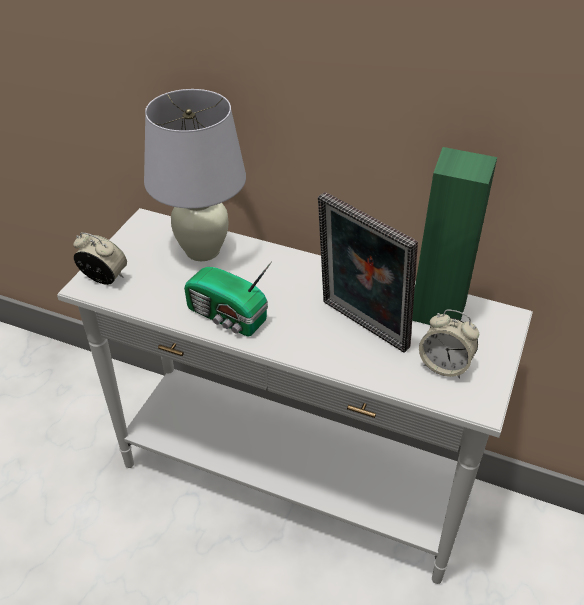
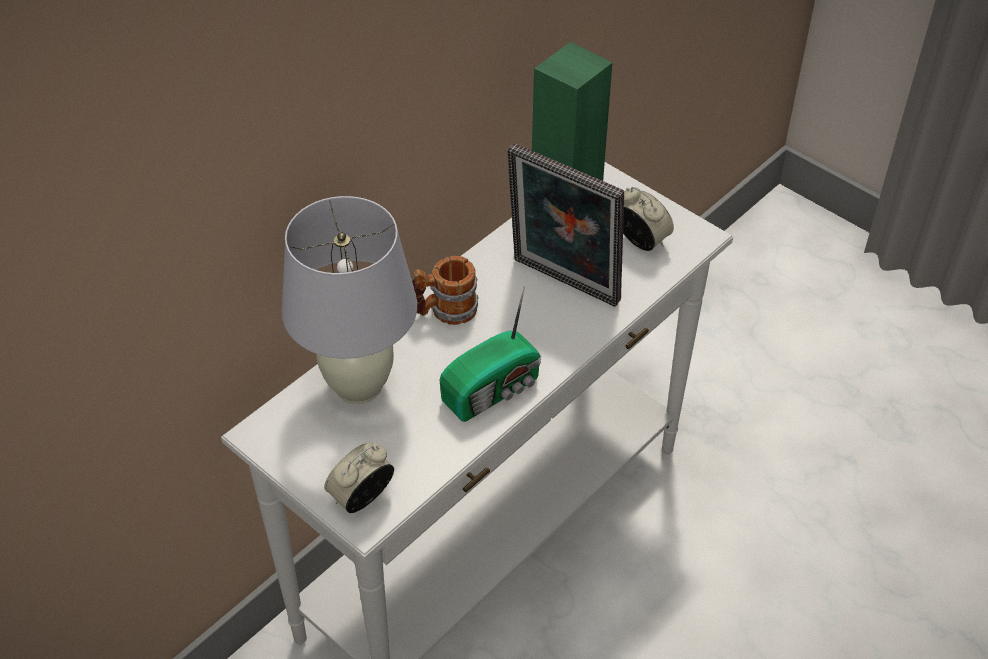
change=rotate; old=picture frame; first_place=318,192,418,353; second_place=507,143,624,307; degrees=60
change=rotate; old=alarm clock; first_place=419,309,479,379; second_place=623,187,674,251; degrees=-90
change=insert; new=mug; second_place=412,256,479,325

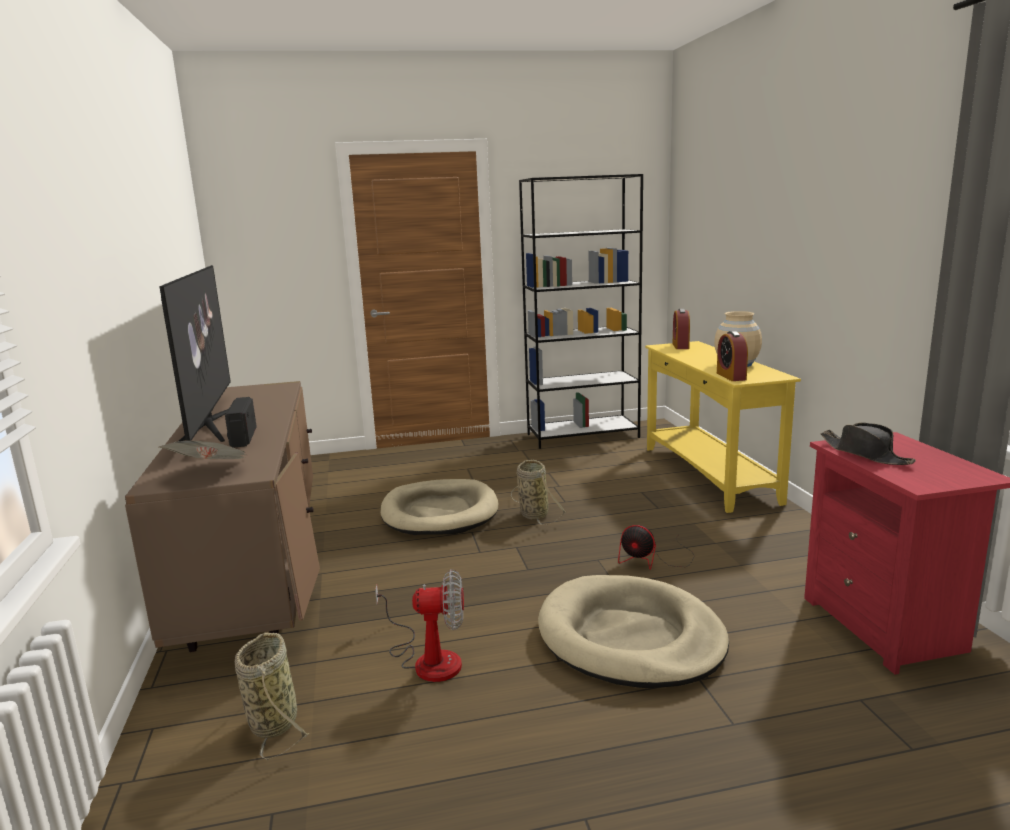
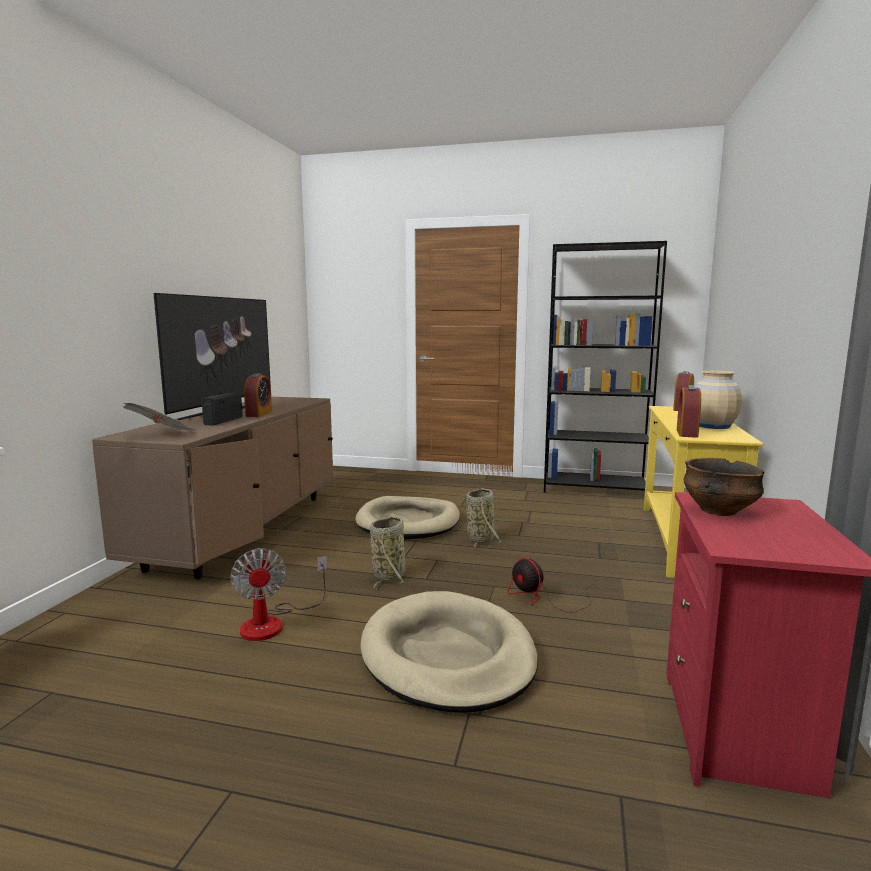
change=move; old=basket; first_place=235,633,309,760; second_place=370,516,406,590
change=rotate; old=fan; first_place=375,569,464,682; second_place=230,548,327,641; degrees=45
change=recolor; old=bookcase in white; new=bookcase in black; first_place=519,174,643,449; second_place=544,241,667,492
change=replace; old=hat in black; new=bowl; first_place=820,423,916,465; second_place=684,458,764,516
change=insert; new=alarm clock; second_place=244,373,272,417

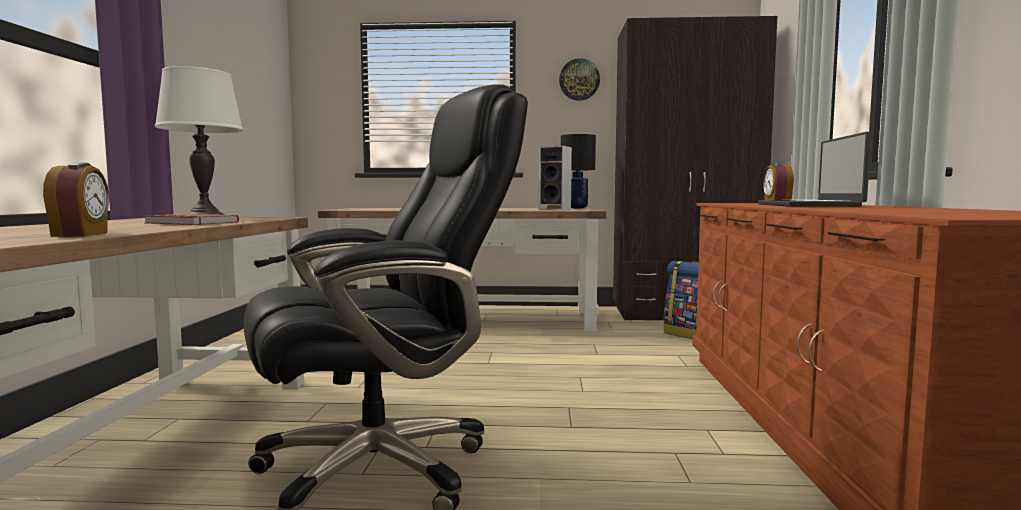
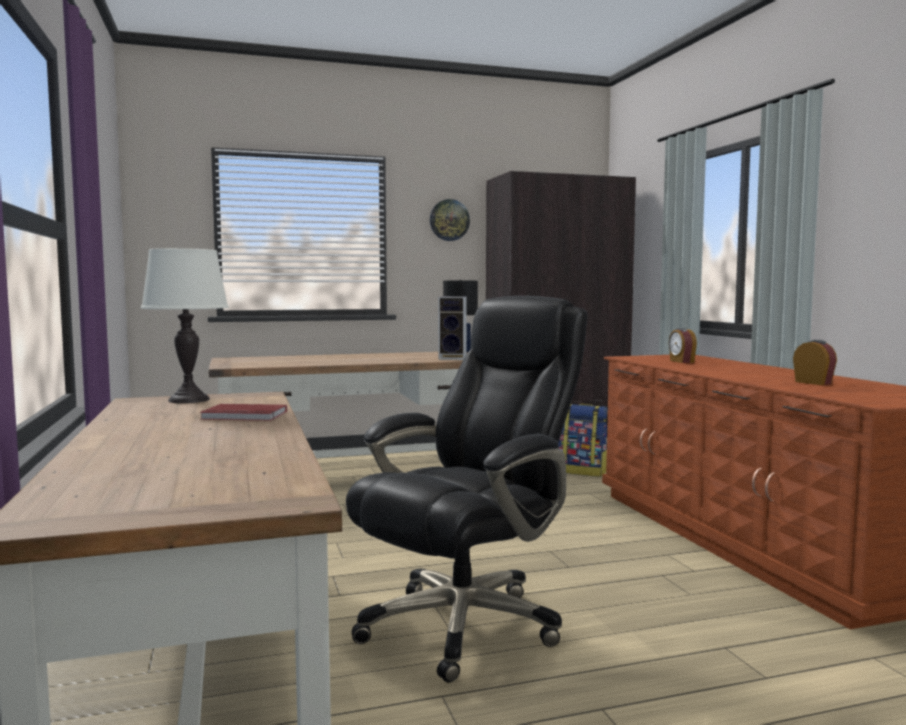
change=move; old=alarm clock; first_place=43,162,109,237; second_place=793,340,837,385
change=delete; old=laptop; first_place=758,132,871,207

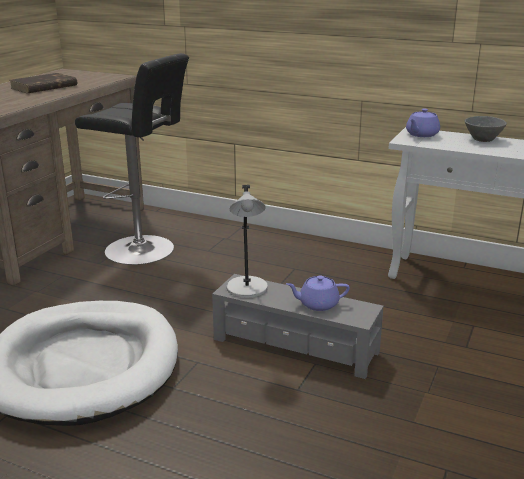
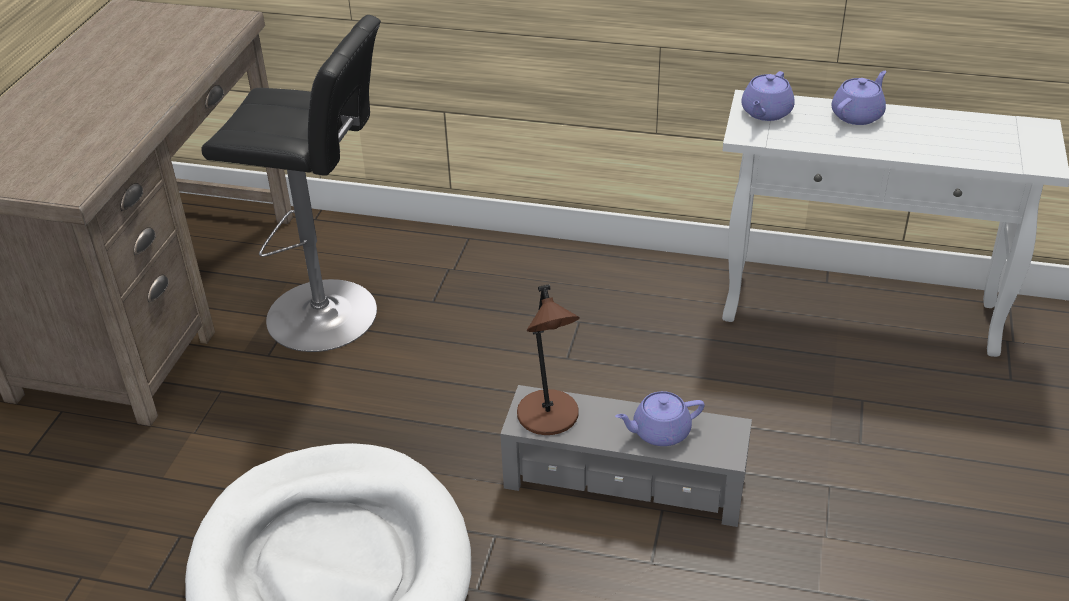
change=delete; old=book in brown; first_place=10,73,77,93
change=recolor; old=table lamp in grey; new=table lamp in brown; first_place=226,185,268,298; second_place=517,284,580,435
change=replace; old=bowl in grey; new=teapot in purple; first_place=465,116,507,142; second_place=832,71,886,125

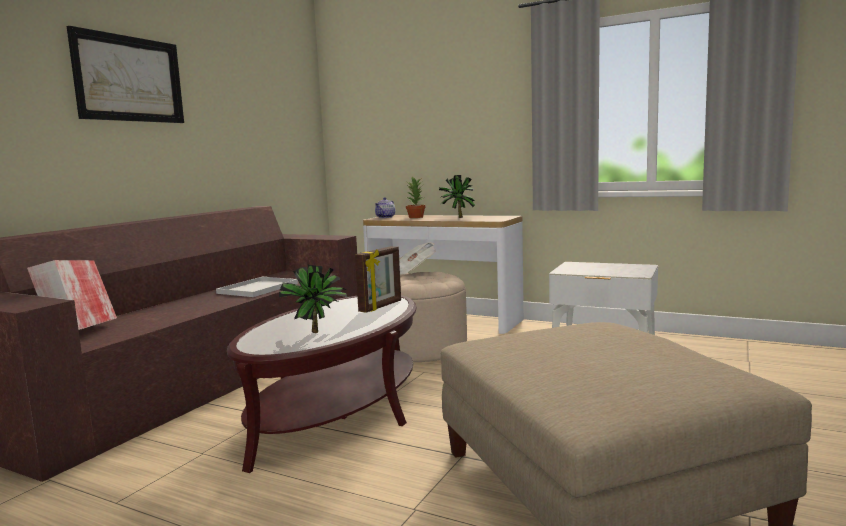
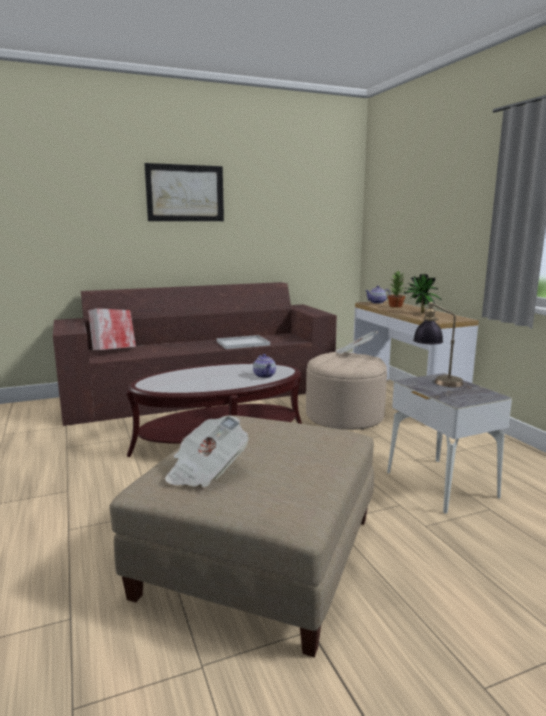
change=delete; old=potted plant; first_place=279,265,347,333
change=replace; old=picture frame; new=teapot; first_place=355,246,401,313; second_place=253,354,276,378
change=insert; new=newspaper; second_place=165,416,248,487
change=insert; new=table lamp; second_place=413,302,464,387

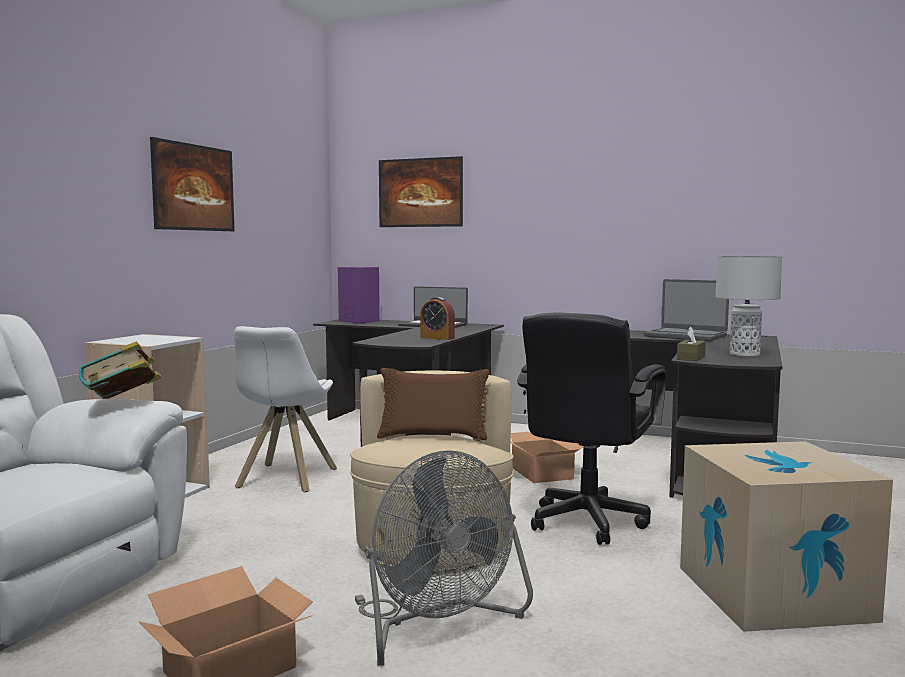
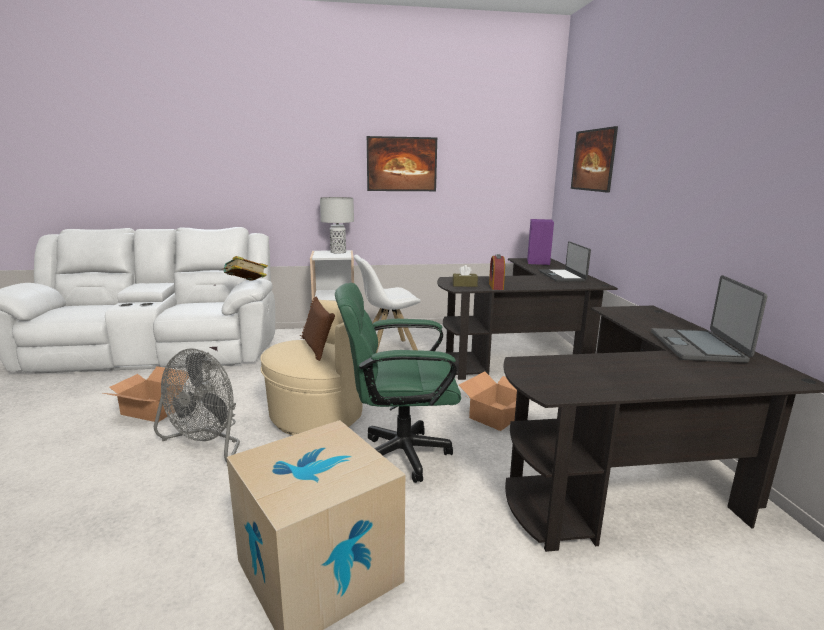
change=recolor; old=office chair in black; new=office chair in green; first_place=517,312,666,545; second_place=335,283,461,483
change=move; old=tissue box in brown; first_place=677,327,706,361; second_place=453,265,478,287
change=move; old=table lamp in white; first_place=715,256,782,356; second_place=320,197,354,254

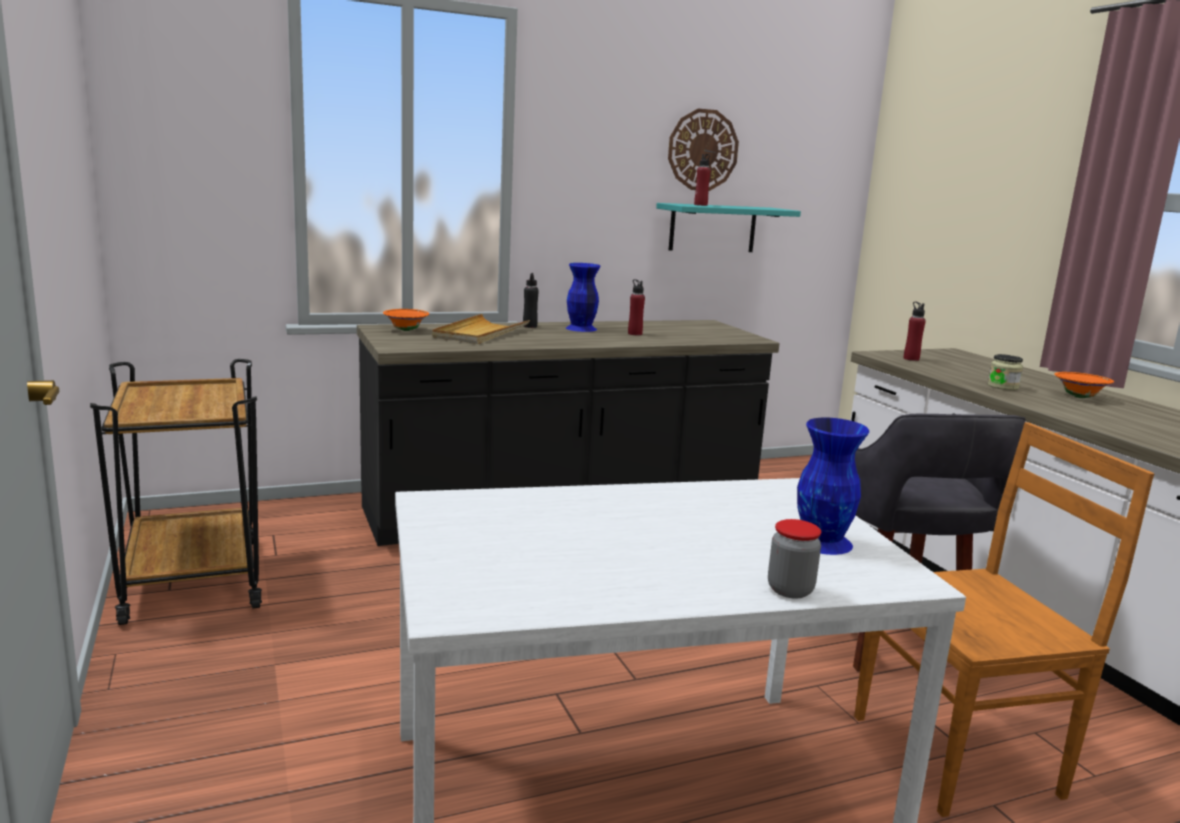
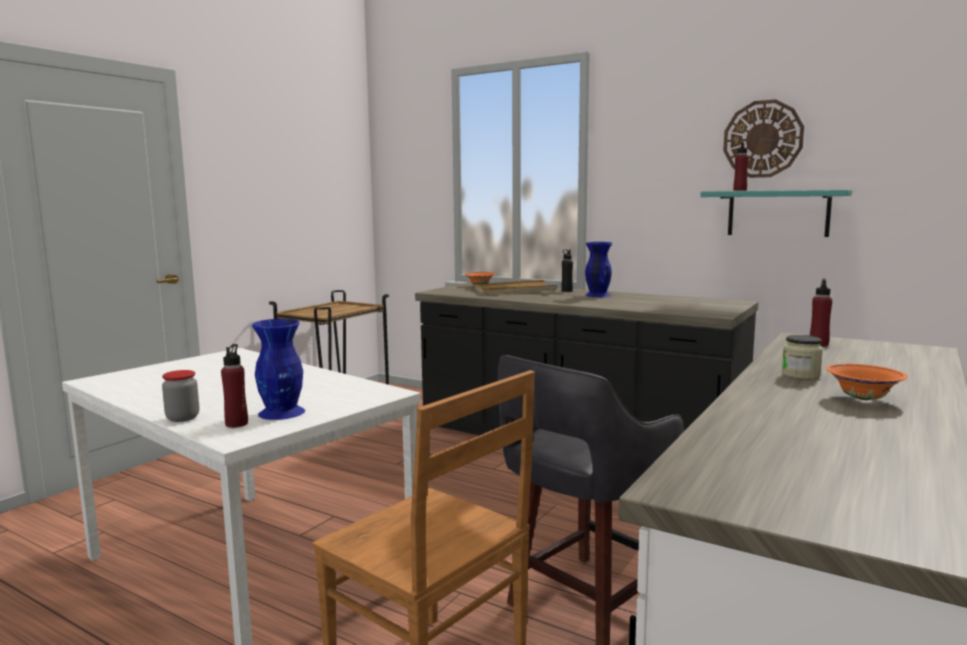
change=move; old=bottle in red; first_place=628,279,645,335; second_place=221,344,248,428

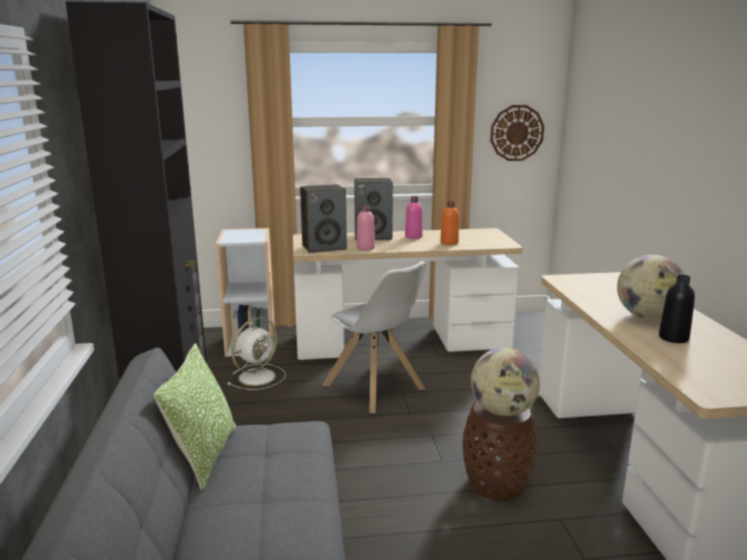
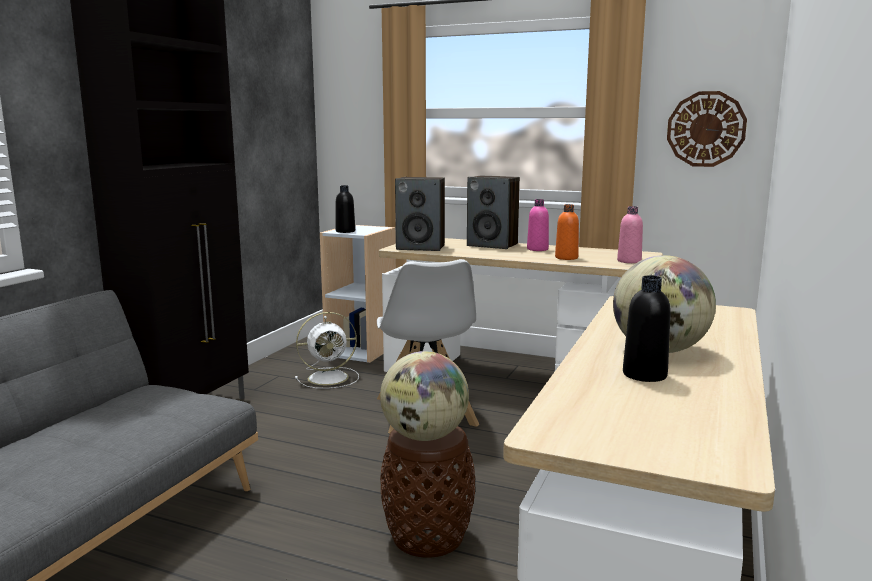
change=delete; old=pillow; first_place=153,343,236,490
change=move; old=bottle in pink; first_place=356,205,375,250; second_place=617,206,643,263
change=insert; new=bottle in black; second_place=336,185,355,233

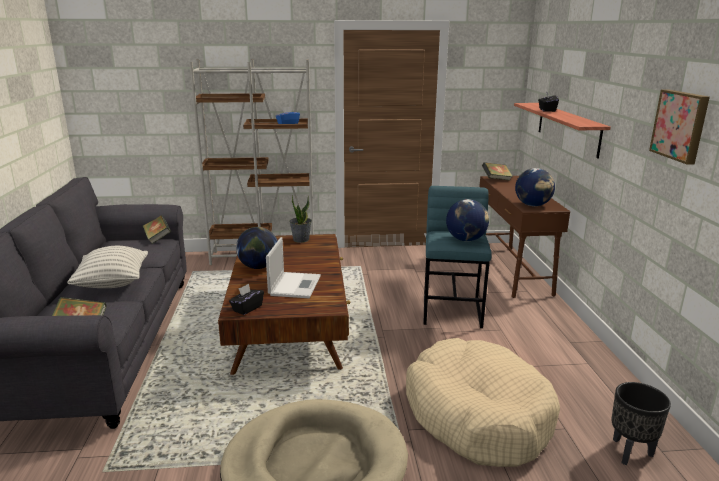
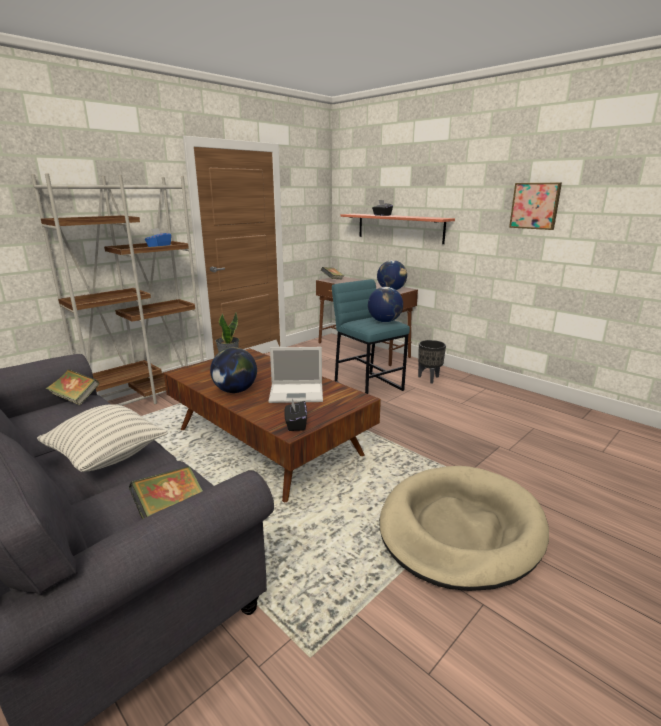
change=rotate; old=laptop; first_place=266,237,321,298; second_place=268,347,323,403; degrees=120
change=delete; old=dog bed in beige; first_place=406,338,560,467
change=move; old=planter in black; first_place=612,382,671,466; second_place=418,340,446,383

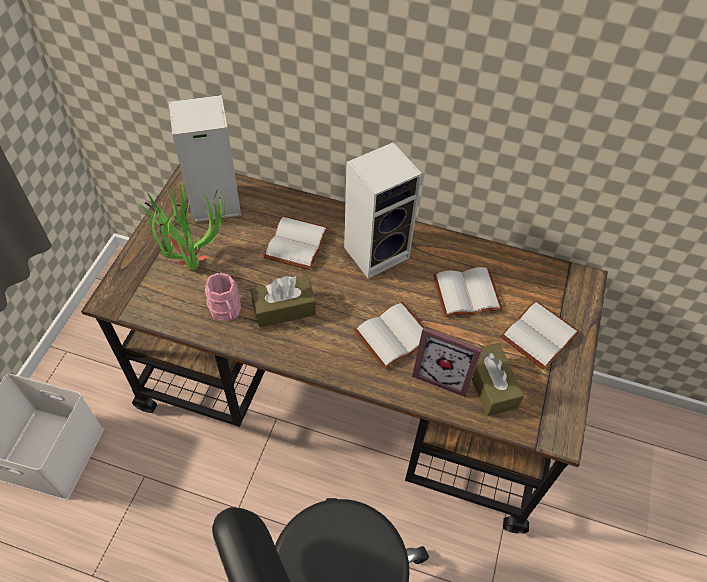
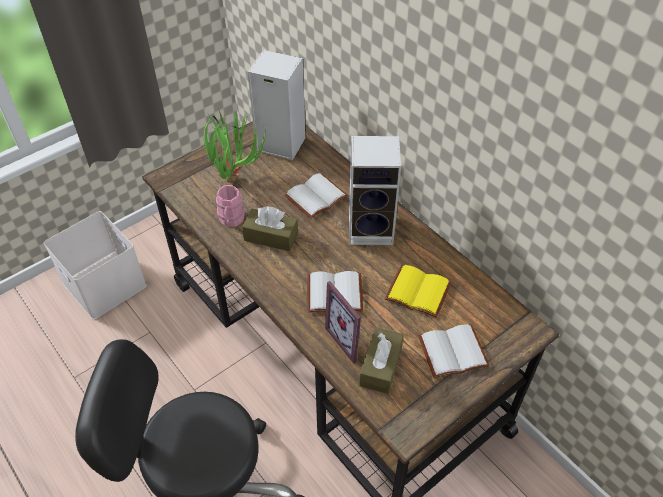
change=recolor; old=book in white; new=book in yellow; first_place=433,267,503,317; second_place=385,265,452,318

